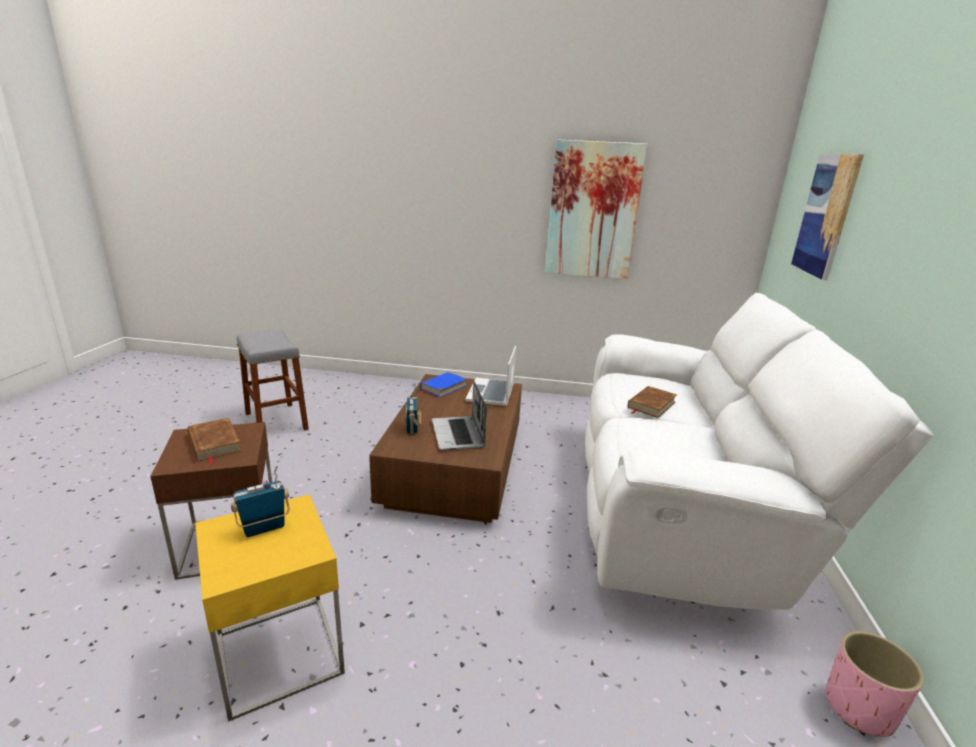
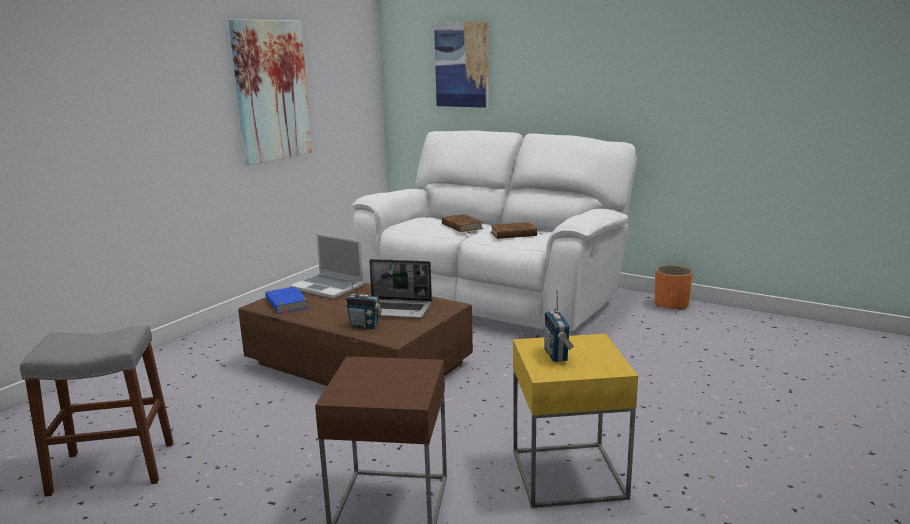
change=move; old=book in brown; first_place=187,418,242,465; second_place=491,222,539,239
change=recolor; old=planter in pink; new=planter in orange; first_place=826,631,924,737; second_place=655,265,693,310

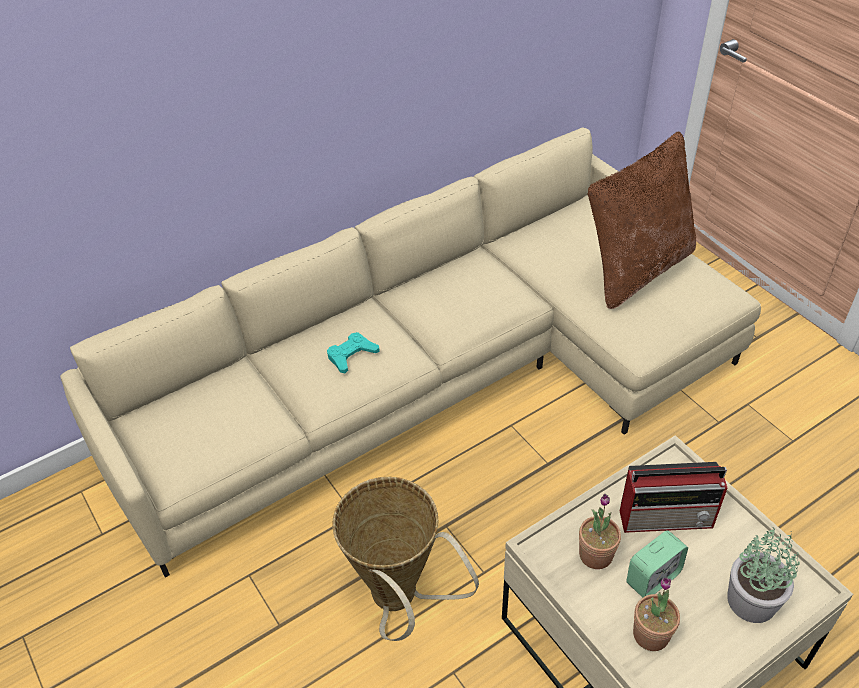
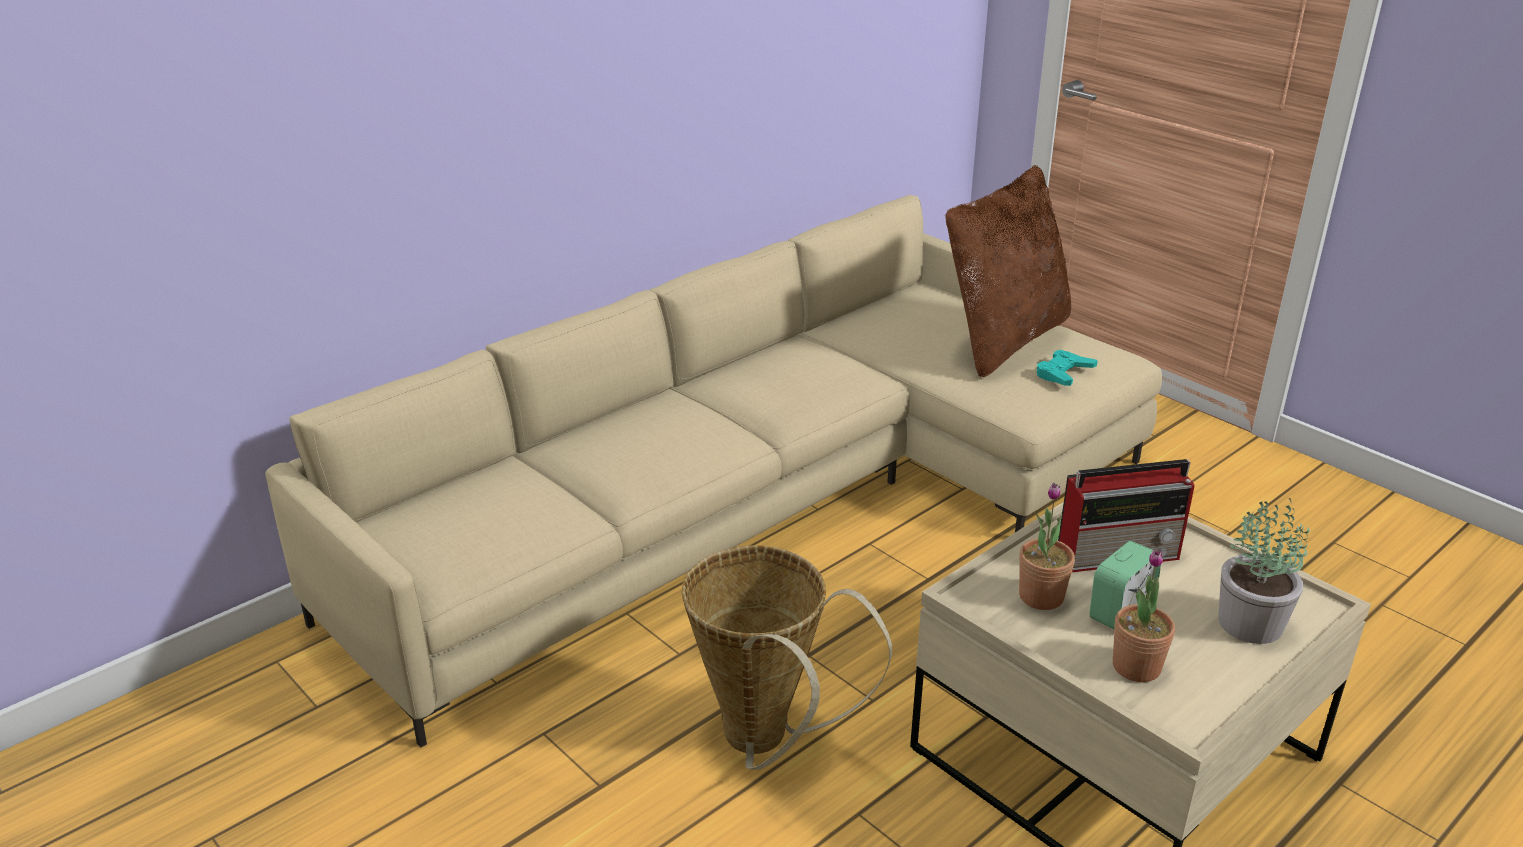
change=move; old=game controller in turquoise; first_place=327,332,380,373; second_place=1037,350,1098,386

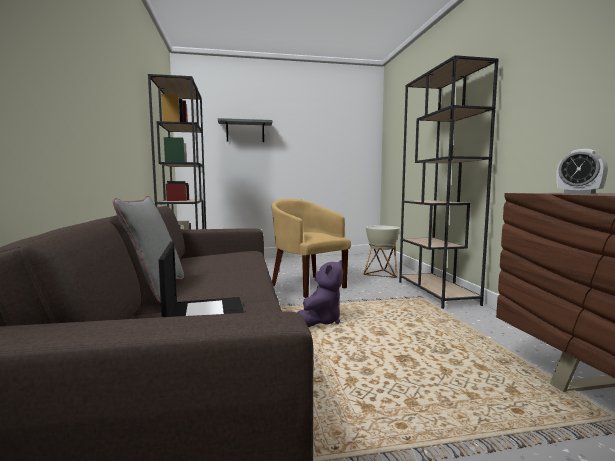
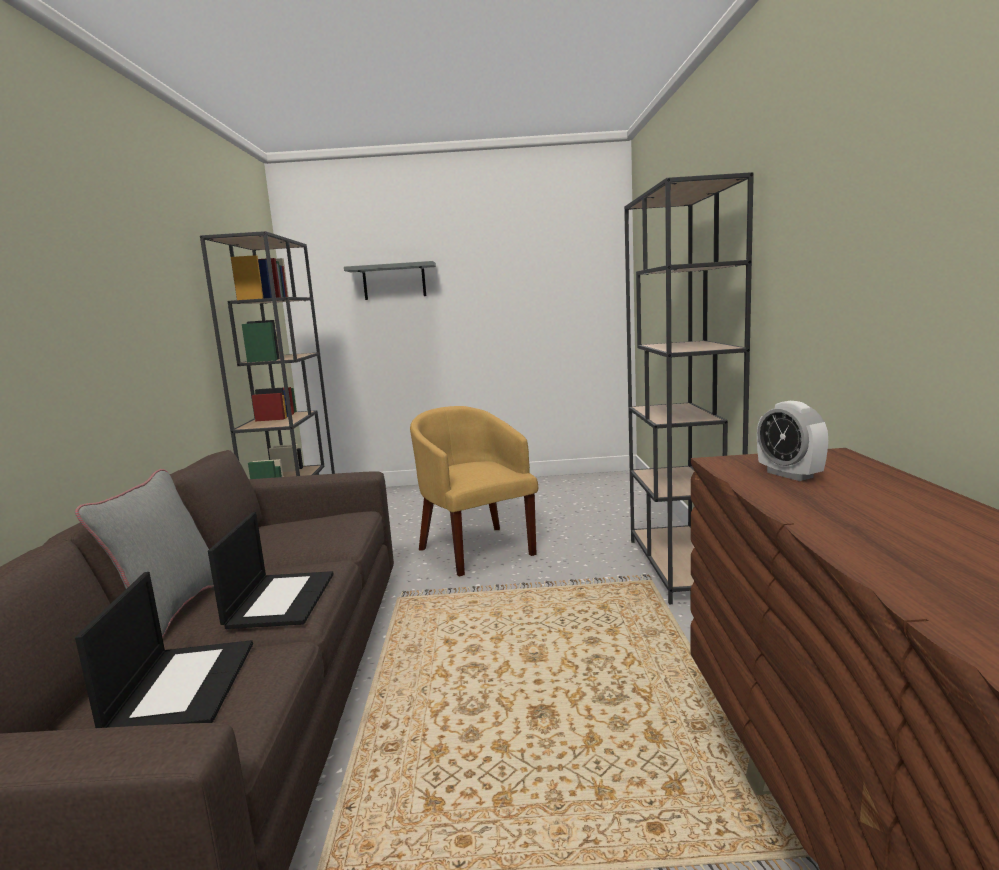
change=delete; old=plush toy in purple; first_place=297,260,343,327
change=delete; old=planter; first_place=364,225,400,278
change=insert; new=laptop; second_place=208,512,334,629

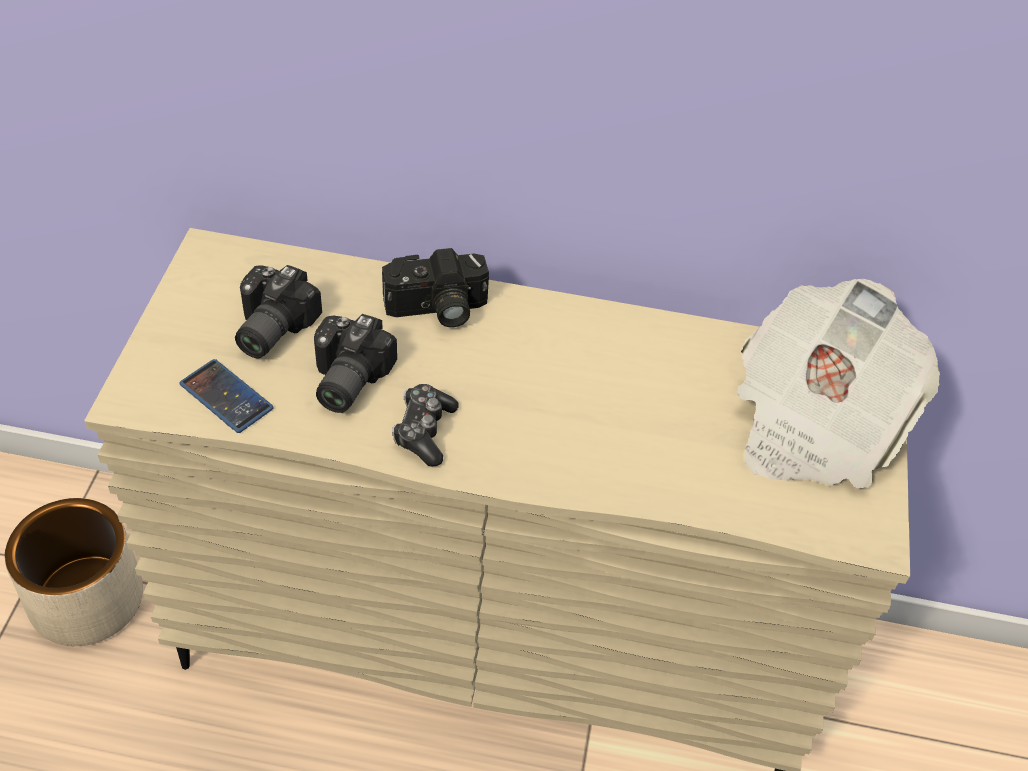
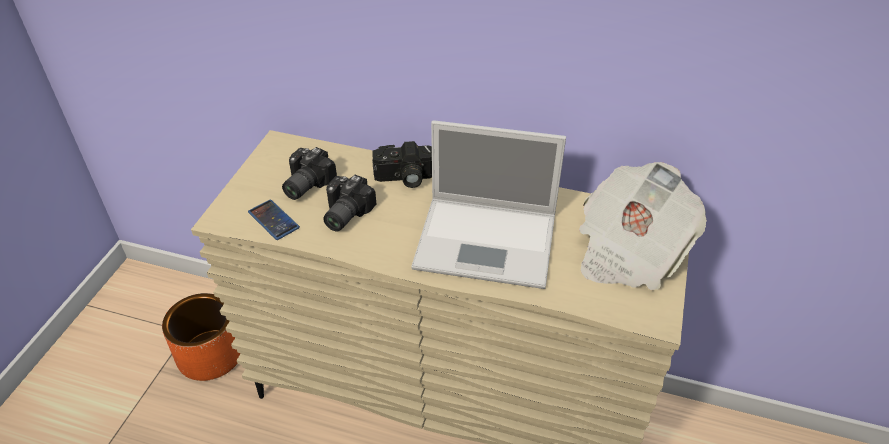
change=recolor; old=planter in beige; new=planter in orange; first_place=5,498,143,646; second_place=162,293,240,381
change=delete; old=game controller; first_place=392,384,458,466
change=insert; new=laptop; second_place=411,120,566,289

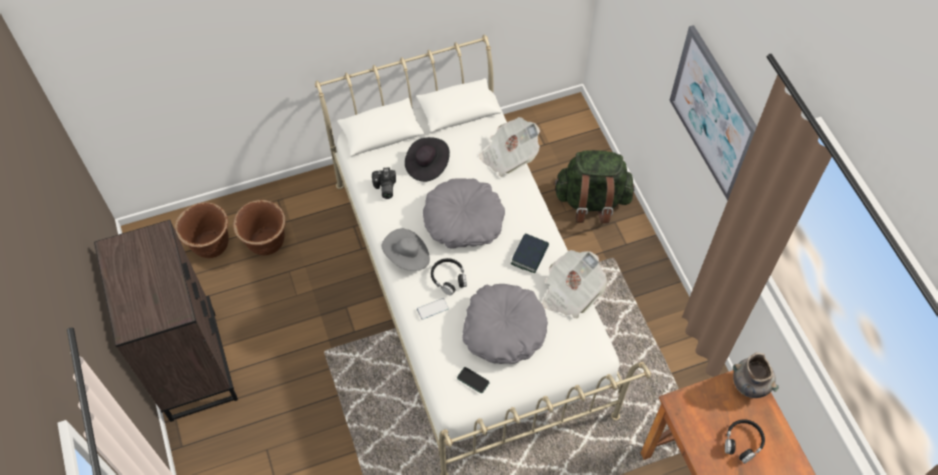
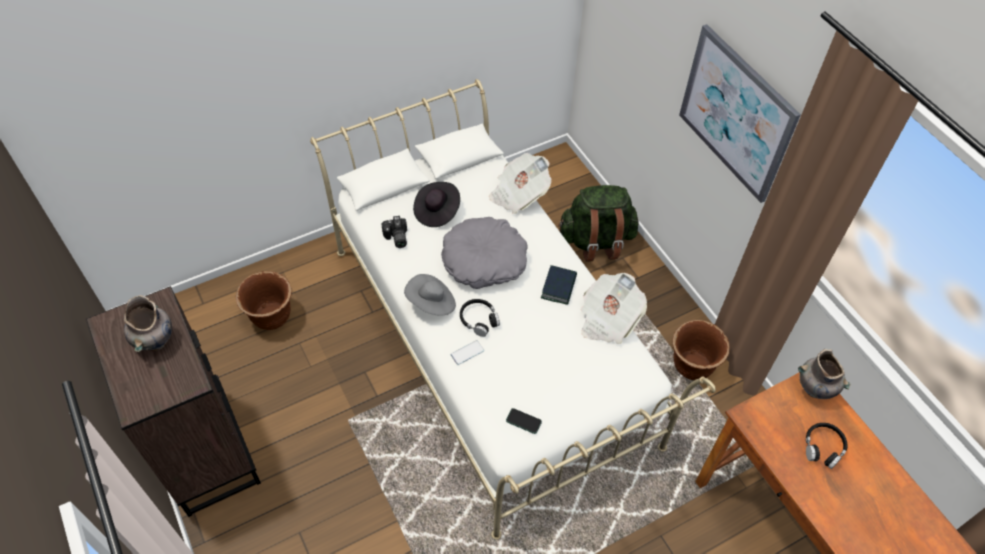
change=move; old=planter in brown; first_place=175,202,229,258; second_place=672,320,730,380
change=delete; old=pillow in grey; first_place=462,284,548,364
change=insert; new=vase in grey; second_place=124,295,172,352

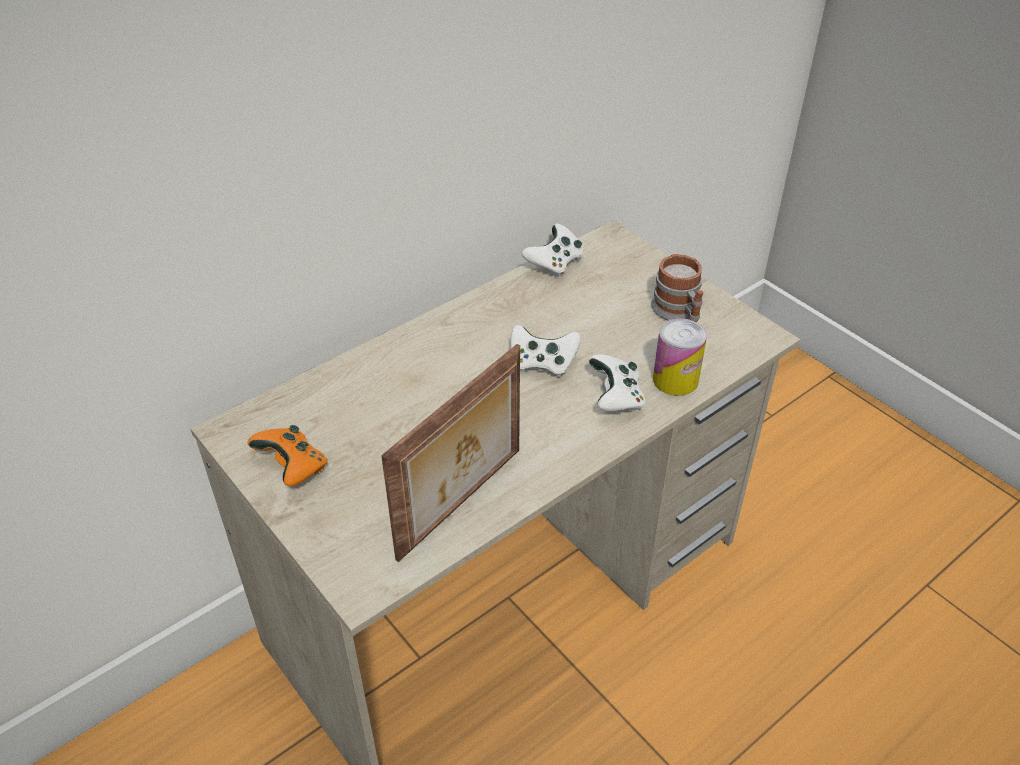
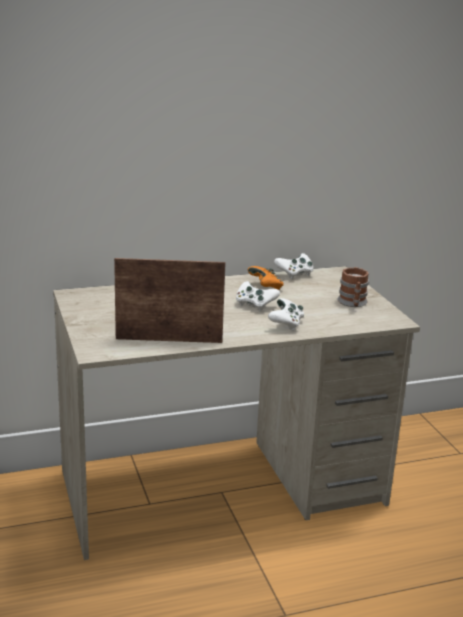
change=move; old=game controller in orange; first_place=247,425,327,486; second_place=248,266,284,290
change=rotate; old=picture frame; first_place=381,344,520,562; second_place=114,258,226,343; degrees=-150
change=delete; old=can; first_place=653,318,707,396

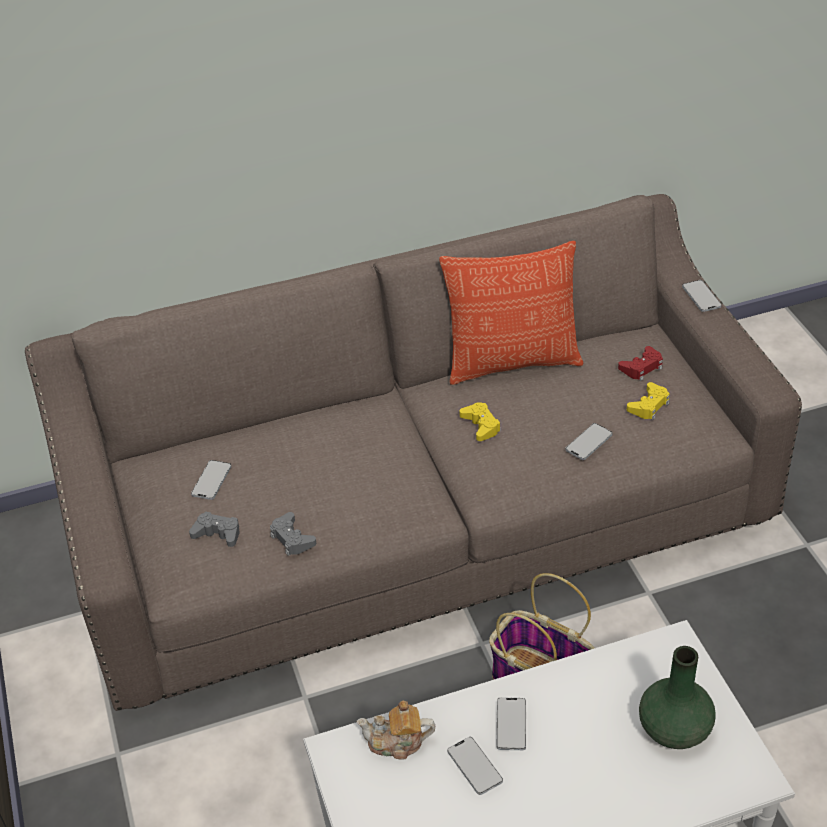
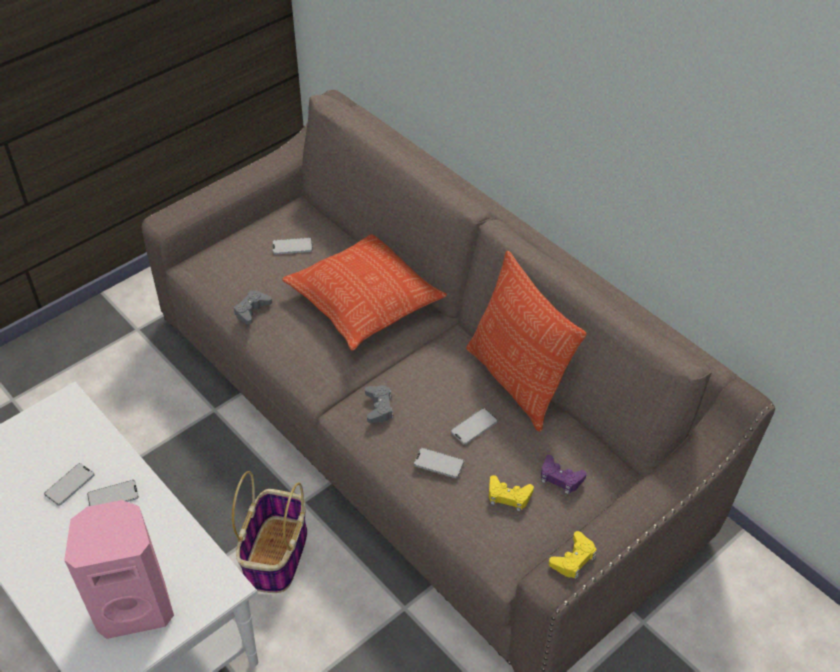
change=move; old=game controller in grey; first_place=189,512,240,547; second_place=365,385,394,423
change=delete; old=teapot; first_place=357,700,435,760
change=move; old=game controller in yellow; first_place=460,402,501,441; second_place=549,531,597,579
change=recolor; old=game controller in red; new=game controller in purple; first_place=618,346,663,381; second_place=541,455,587,494
change=replace; old=vase in green; new=speaker in pink; first_place=639,646,716,749; second_place=64,500,174,639
change=move; old=phone; first_place=682,280,722,312; second_place=451,408,498,445
change=insert; new=pillow in orange; second_place=282,234,447,350

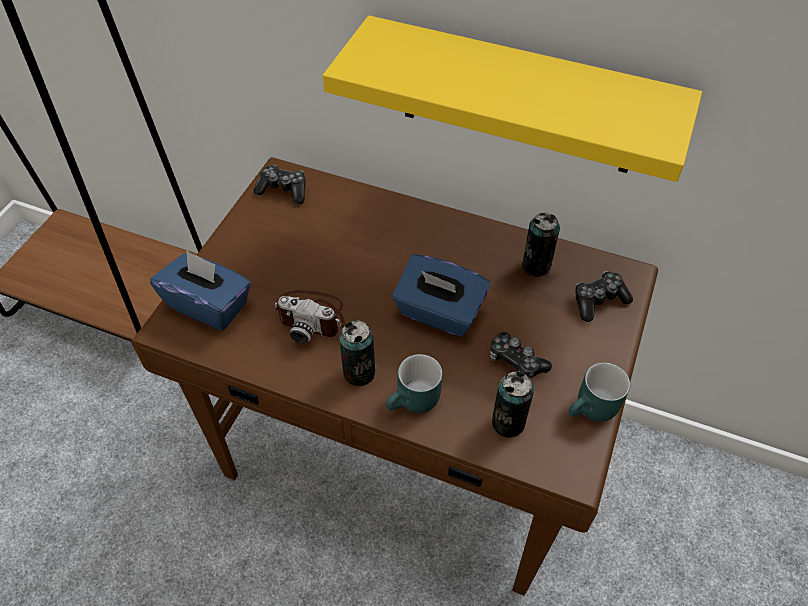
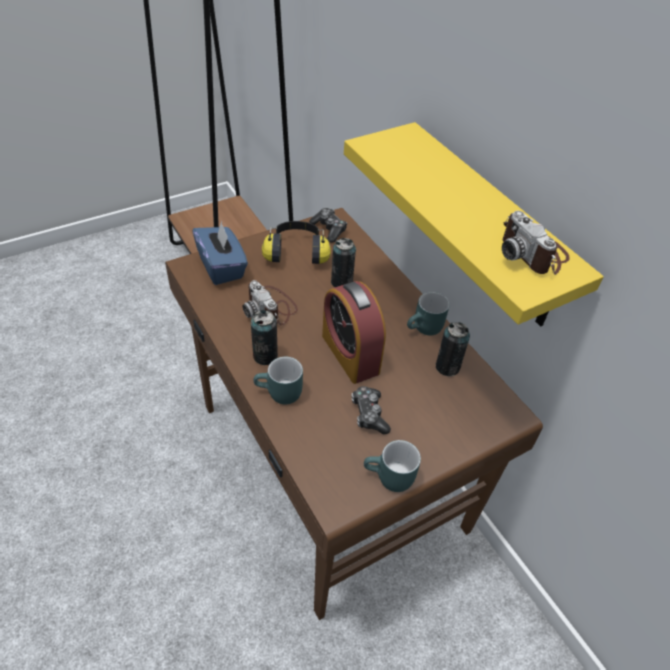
change=replace; old=tissue box in blue; new=alarm clock; first_place=392,254,490,336; second_place=322,281,386,384
change=move; old=can; first_place=492,372,534,438; second_place=331,238,356,287
change=delete; old=game controller; first_place=575,271,633,322
change=insert; new=headphones; second_place=262,221,331,264
change=insert; new=mug in turquoise; second_place=407,292,450,335
change=insert; new=photo camera; second_place=502,211,570,275

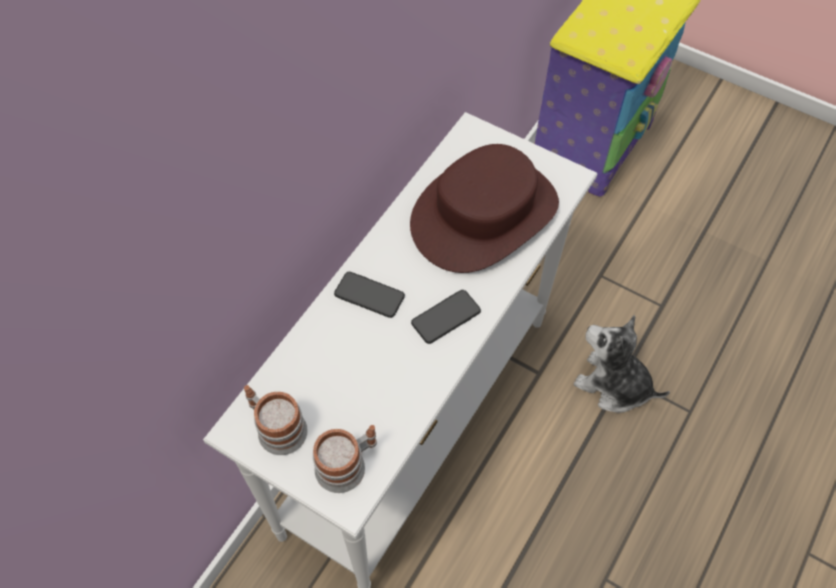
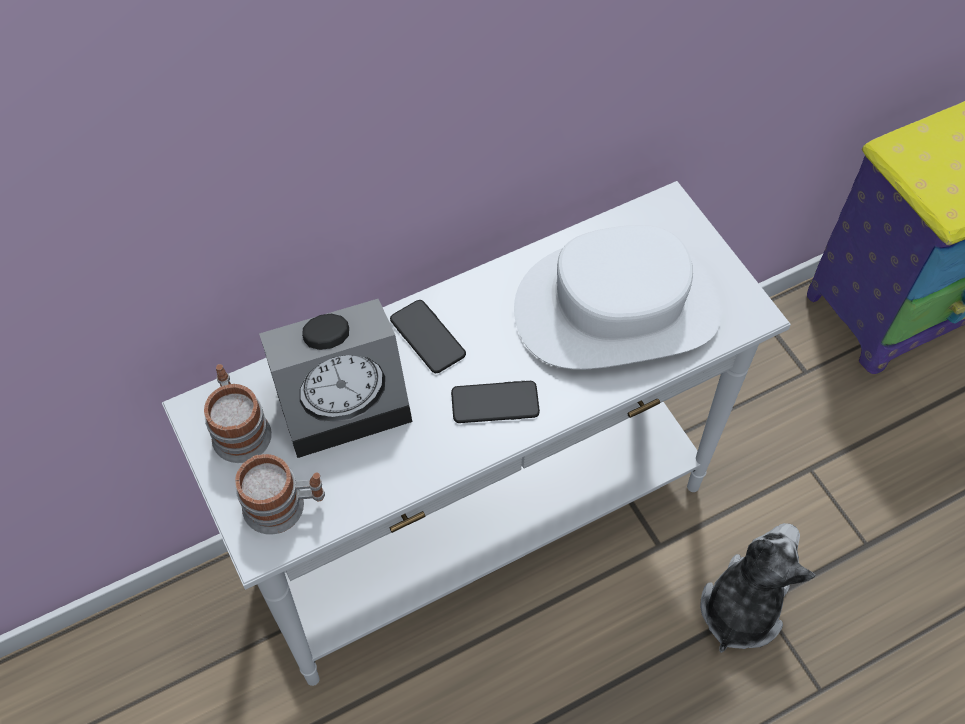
change=recolor; old=hat in brown; new=hat in white; first_place=410,144,559,273; second_place=514,225,722,370
change=rotate; old=plush toy; first_place=574,315,670,413; second_place=700,523,816,653; degrees=60
change=insert; new=alarm clock; second_place=259,299,412,458

